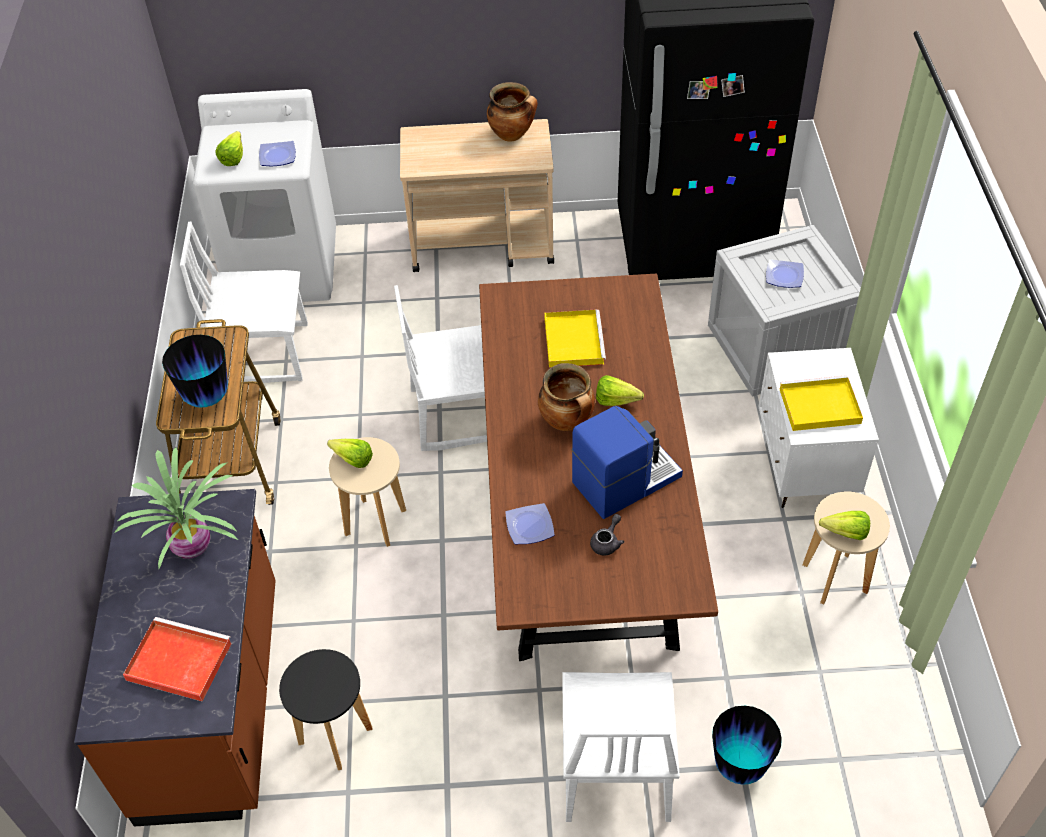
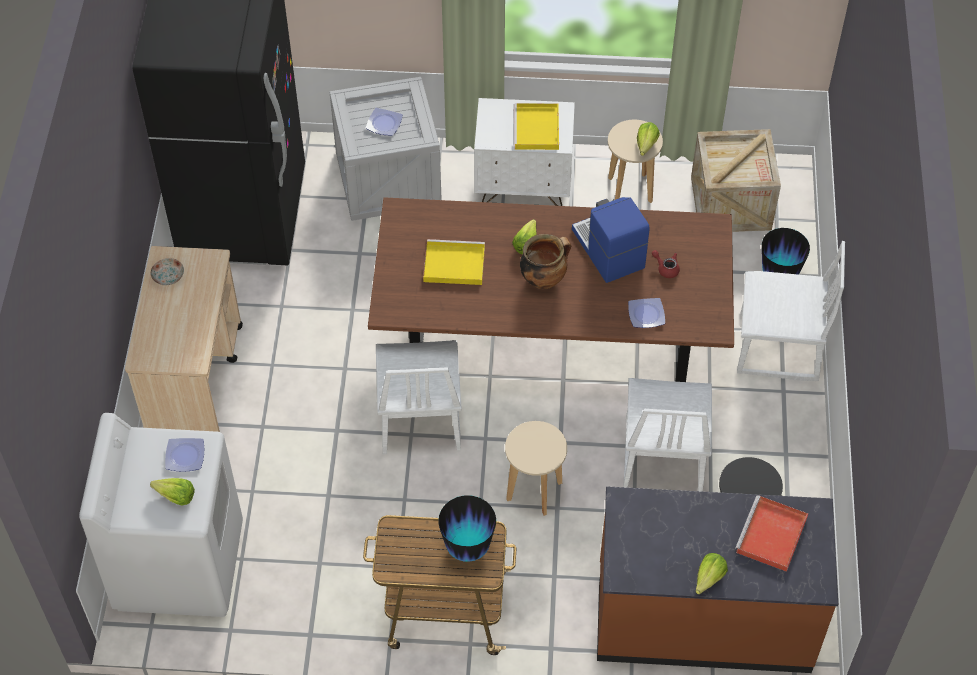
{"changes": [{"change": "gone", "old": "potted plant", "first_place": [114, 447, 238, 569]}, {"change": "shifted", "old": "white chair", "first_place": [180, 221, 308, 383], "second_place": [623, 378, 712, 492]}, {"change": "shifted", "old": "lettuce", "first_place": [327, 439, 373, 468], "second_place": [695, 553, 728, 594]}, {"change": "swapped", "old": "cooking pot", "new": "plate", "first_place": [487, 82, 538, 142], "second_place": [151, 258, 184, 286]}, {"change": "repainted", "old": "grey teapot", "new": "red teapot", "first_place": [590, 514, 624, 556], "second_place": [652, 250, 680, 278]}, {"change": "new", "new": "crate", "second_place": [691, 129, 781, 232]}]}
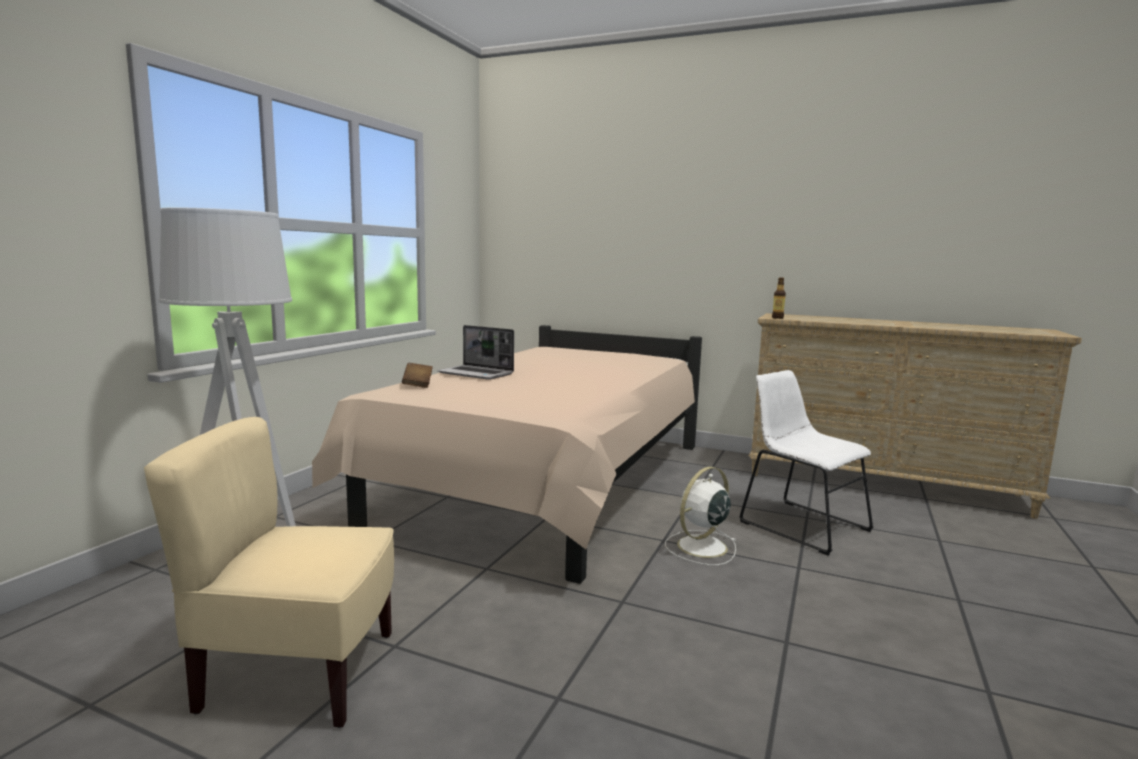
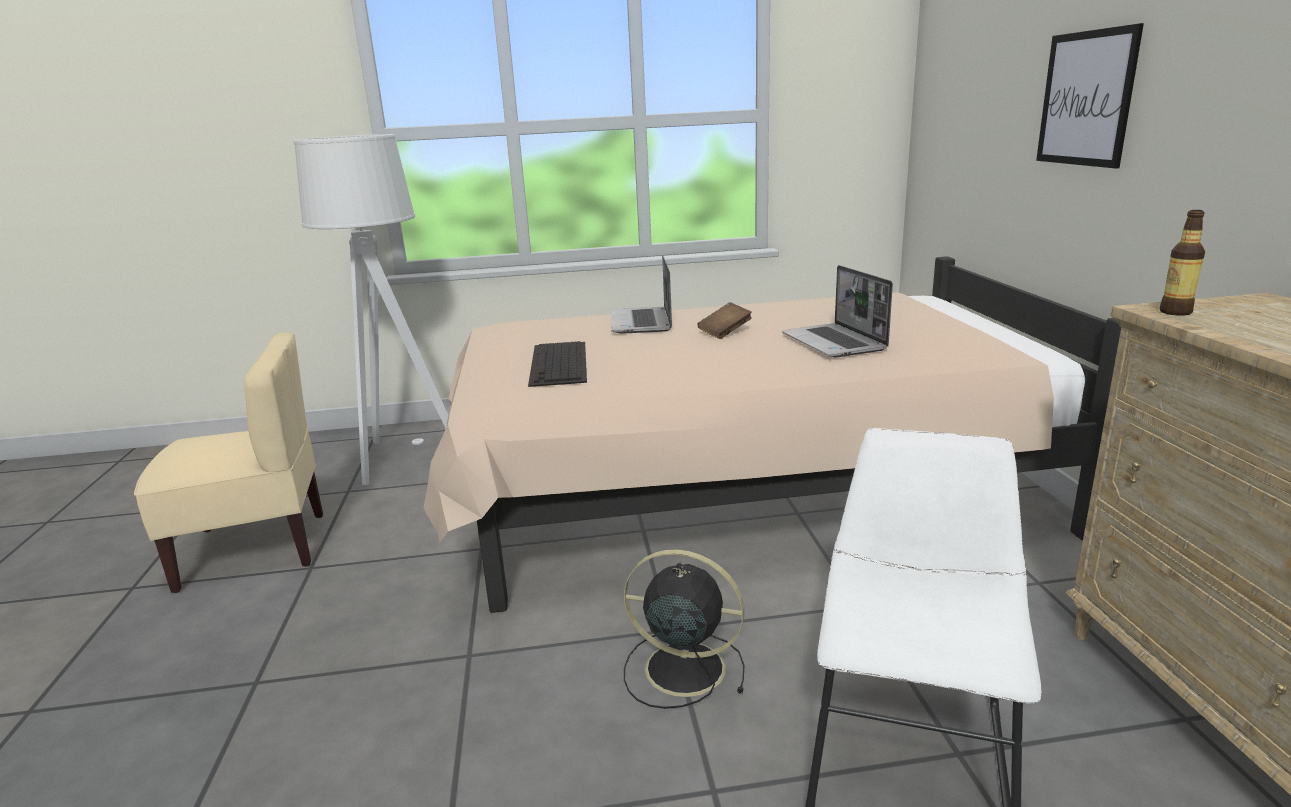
{"changes": [{"change": "rotated", "old": "beige chair", "first_place": [144, 417, 394, 728], "second_place": [134, 332, 323, 593], "degrees": 105}, {"change": "shifted", "old": "brown book", "first_place": [402, 363, 433, 388], "second_place": [697, 302, 752, 339]}, {"change": "repainted", "old": "white fan", "new": "black fan", "first_place": [665, 467, 736, 565], "second_place": [624, 549, 744, 709]}, {"change": "new", "new": "keyboard", "second_place": [528, 341, 587, 387]}, {"change": "new", "new": "laptop", "second_place": [782, 265, 893, 358]}, {"change": "new", "new": "picture", "second_place": [1036, 23, 1144, 169]}]}
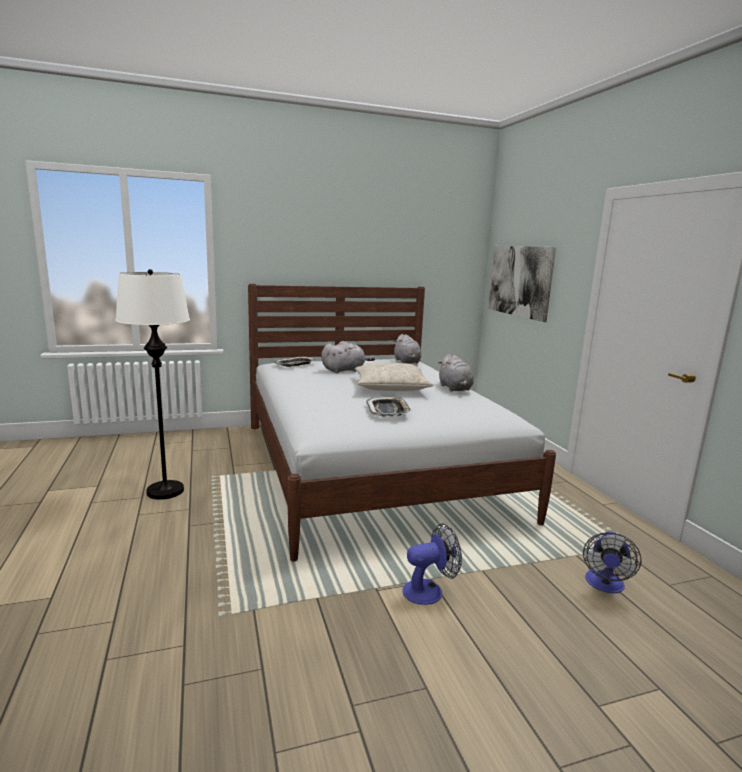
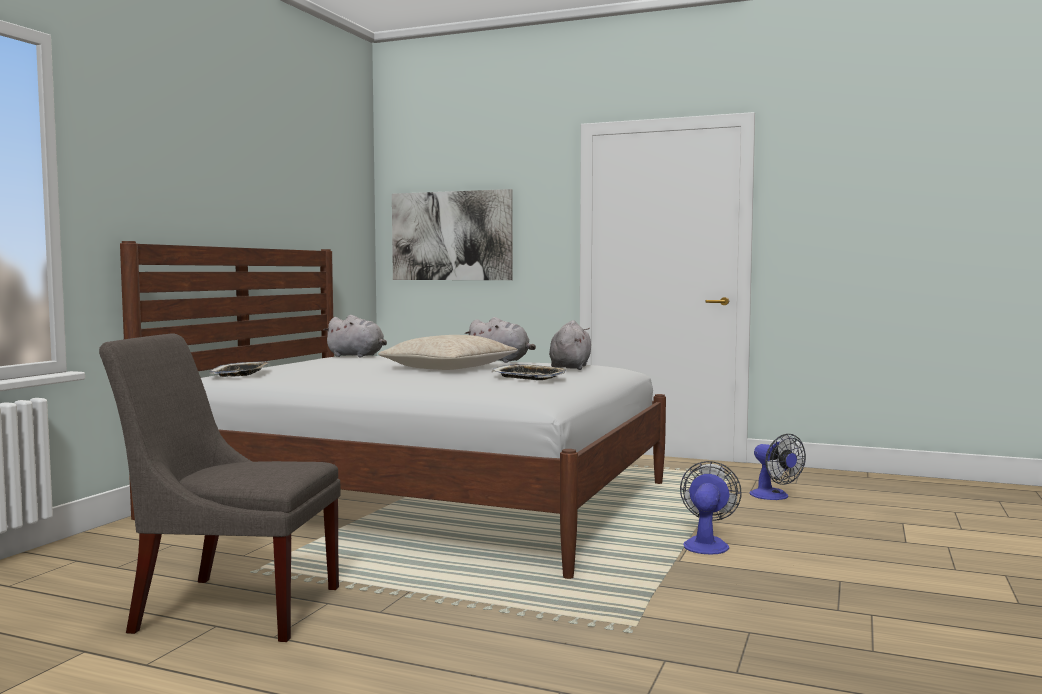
{"changes": [{"change": "swapped", "old": "white floor lamp", "new": "grey chair", "first_place": [115, 269, 190, 499], "second_place": [99, 333, 341, 642]}, {"change": "shifted", "old": "grey plush toy", "first_place": [321, 341, 375, 373], "second_place": [549, 320, 591, 370]}]}
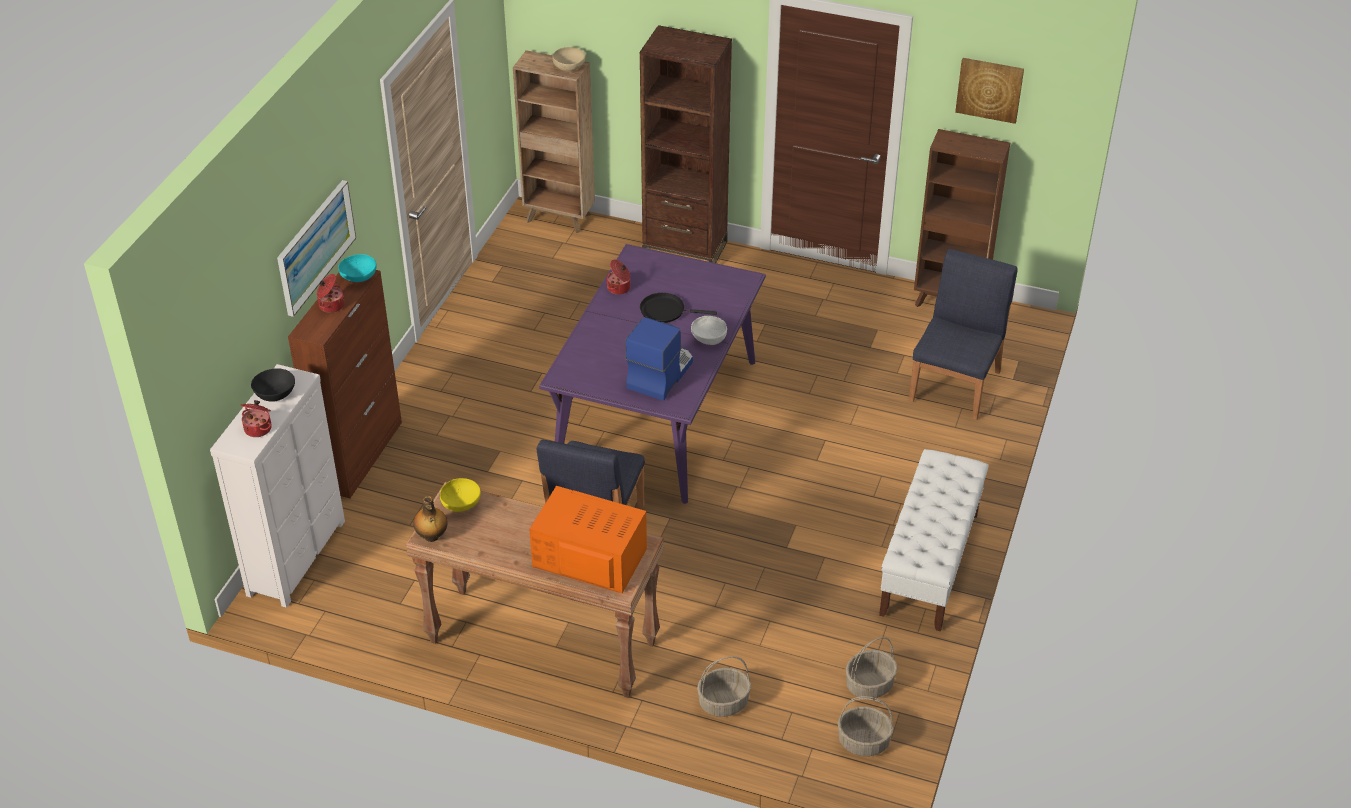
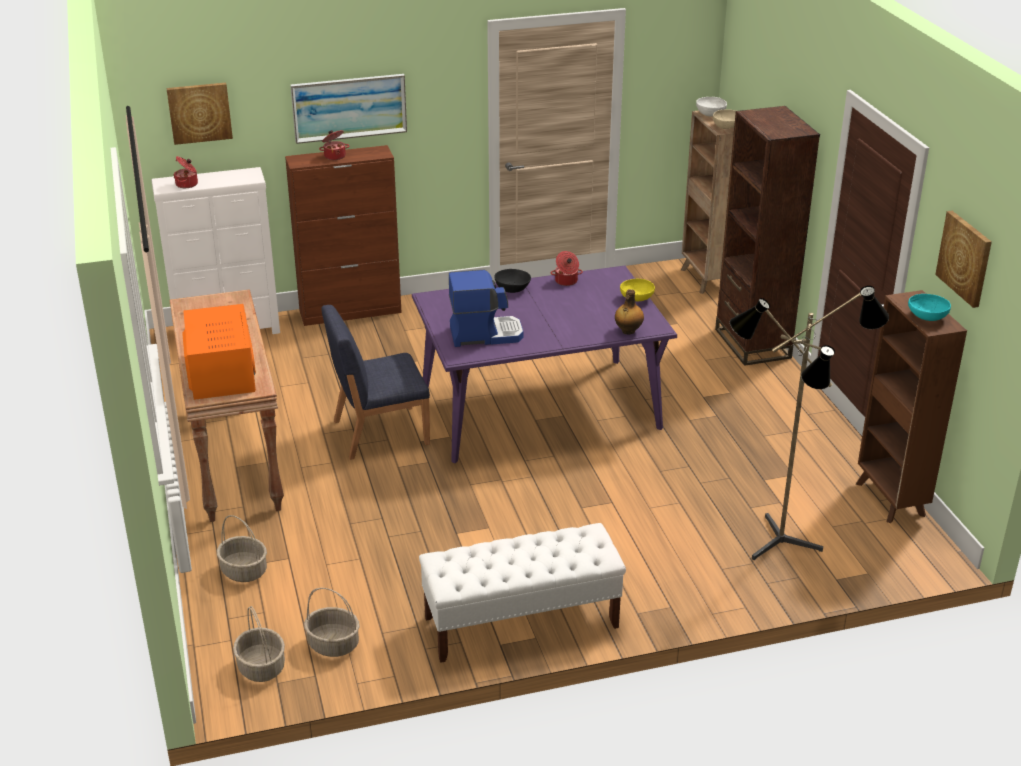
{"changes": [{"change": "shifted", "old": "black bowl", "first_place": [251, 368, 295, 402], "second_place": [494, 269, 531, 293]}, {"change": "shifted", "old": "turquoise bowl", "first_place": [338, 254, 377, 282], "second_place": [908, 294, 951, 321]}, {"change": "shifted", "old": "bottle", "first_place": [413, 496, 448, 542], "second_place": [615, 289, 644, 335]}, {"change": "shifted", "old": "yellow bowl", "first_place": [440, 478, 481, 512], "second_place": [620, 279, 655, 301]}, {"change": "gone", "old": "black frying pan", "first_place": [640, 293, 717, 323]}, {"change": "shifted", "old": "white bowl", "first_place": [691, 316, 727, 345], "second_place": [696, 97, 727, 117]}, {"change": "swapped", "old": "blue chair", "new": "floor lamp", "first_place": [909, 249, 1018, 420], "second_place": [730, 286, 889, 560]}, {"change": "new", "new": "picture", "second_place": [166, 83, 233, 145]}]}
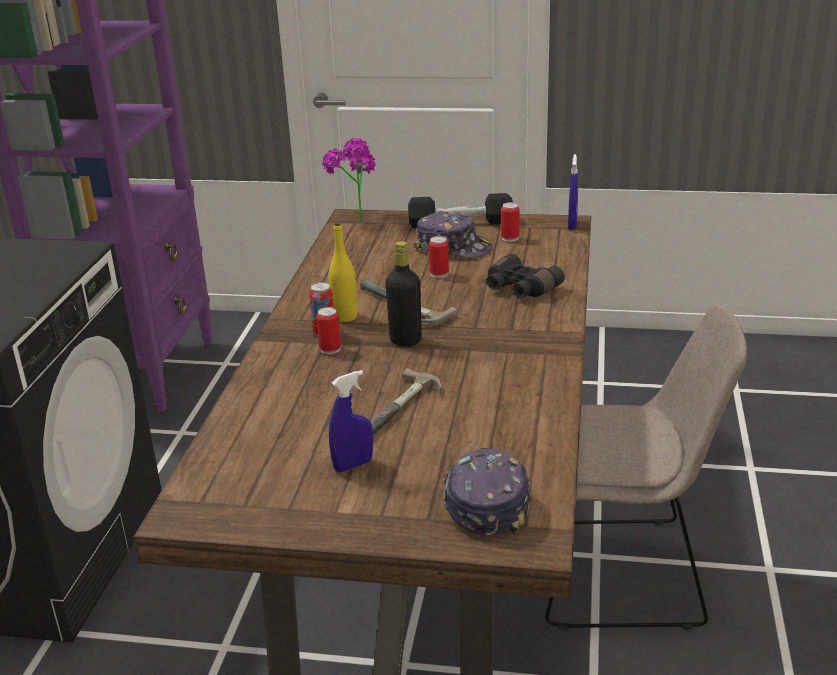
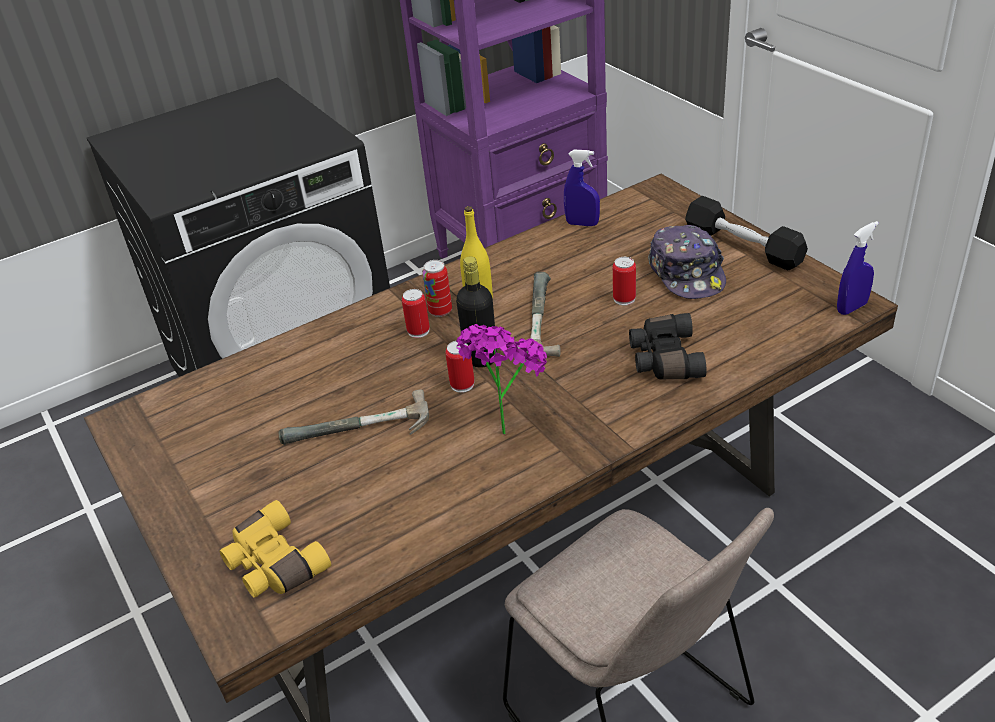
{"changes": [{"change": "shifted", "old": "potted plant", "first_place": [322, 138, 376, 221], "second_place": [456, 324, 547, 435]}, {"change": "shifted", "old": "blue spray bottle", "first_place": [329, 370, 373, 472], "second_place": [564, 150, 600, 226]}, {"change": "swapped", "old": "cap", "new": "yellow binoculars", "first_place": [443, 448, 530, 536], "second_place": [220, 500, 331, 598]}, {"change": "shifted", "old": "can", "first_place": [501, 202, 519, 242], "second_place": [445, 341, 475, 393]}]}
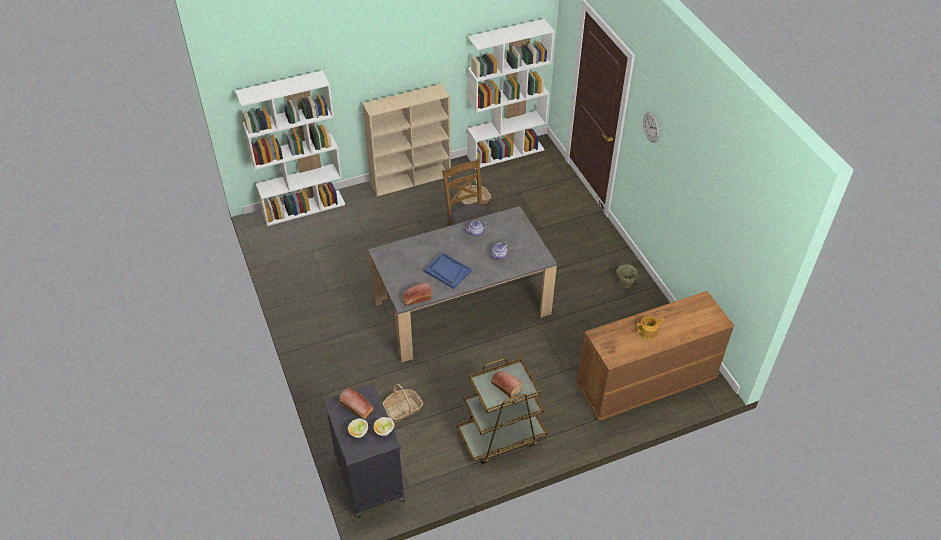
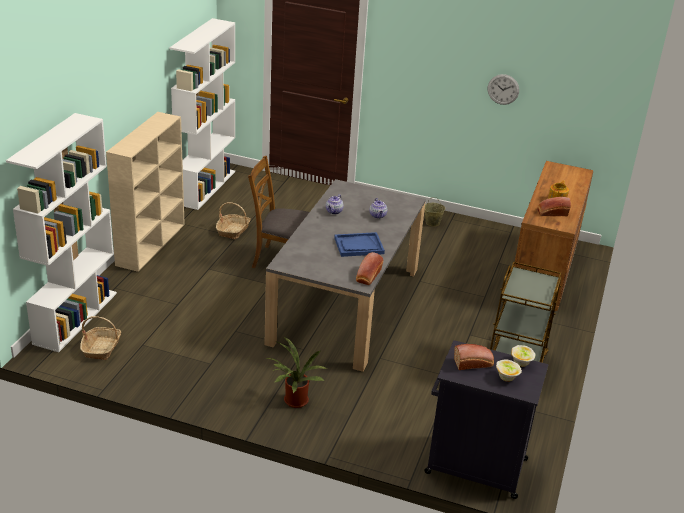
{"changes": [{"change": "shifted", "old": "basket", "first_place": [383, 384, 423, 423], "second_place": [80, 316, 121, 360]}, {"change": "shifted", "old": "bread", "first_place": [491, 371, 523, 398], "second_place": [537, 197, 571, 216]}, {"change": "shifted", "old": "wall clock", "first_place": [643, 112, 660, 143], "second_place": [488, 74, 519, 105]}, {"change": "new", "new": "potted plant", "second_place": [266, 336, 327, 408]}]}
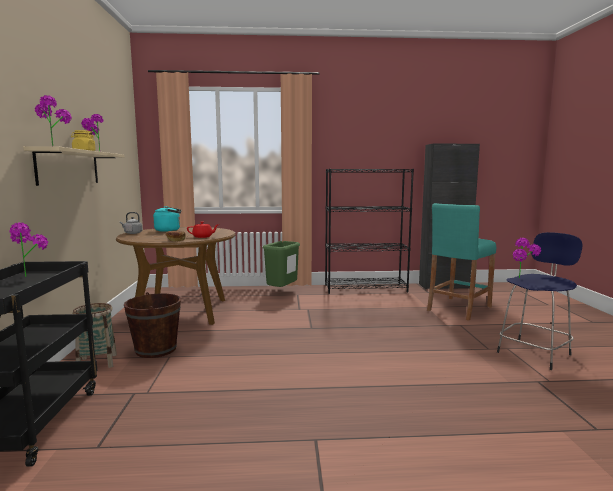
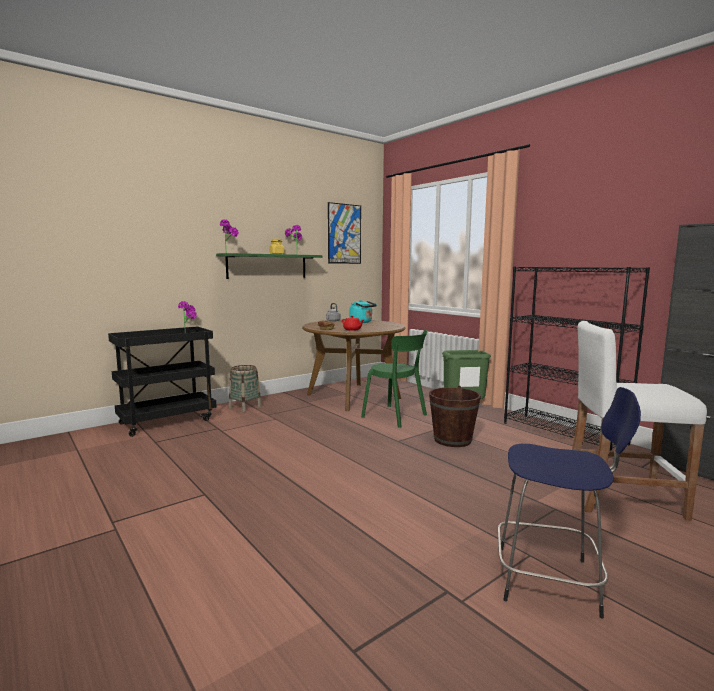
{"changes": [{"change": "repainted", "old": "beige shelf", "new": "green shelf", "first_place": [23, 146, 124, 186], "second_place": [216, 253, 323, 279]}, {"change": "shifted", "old": "brown bucket", "first_place": [124, 292, 181, 358], "second_place": [429, 386, 481, 447]}, {"change": "repainted", "old": "turquoise stool", "new": "white stool", "first_place": [427, 203, 496, 321], "second_place": [572, 321, 707, 521]}, {"change": "gone", "old": "potted plant", "first_place": [513, 238, 541, 278]}, {"change": "new", "new": "picture", "second_place": [328, 202, 361, 264]}, {"change": "new", "new": "green chair", "second_place": [361, 330, 428, 428]}]}
